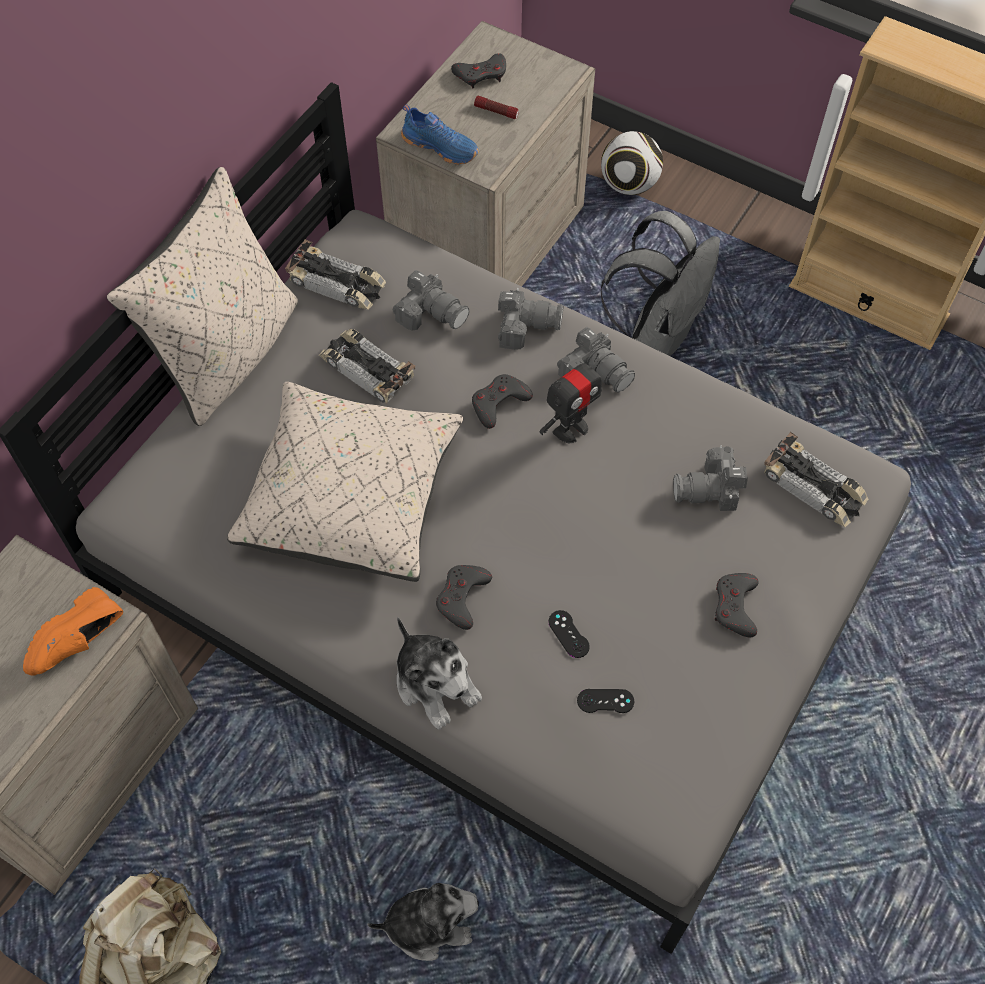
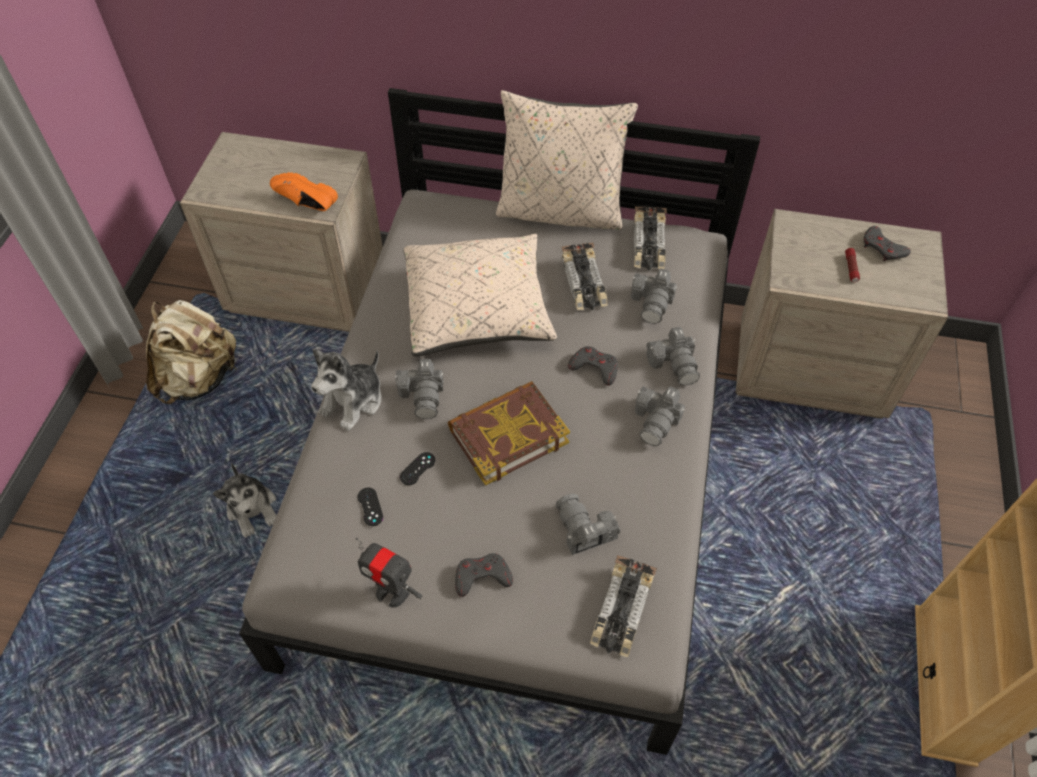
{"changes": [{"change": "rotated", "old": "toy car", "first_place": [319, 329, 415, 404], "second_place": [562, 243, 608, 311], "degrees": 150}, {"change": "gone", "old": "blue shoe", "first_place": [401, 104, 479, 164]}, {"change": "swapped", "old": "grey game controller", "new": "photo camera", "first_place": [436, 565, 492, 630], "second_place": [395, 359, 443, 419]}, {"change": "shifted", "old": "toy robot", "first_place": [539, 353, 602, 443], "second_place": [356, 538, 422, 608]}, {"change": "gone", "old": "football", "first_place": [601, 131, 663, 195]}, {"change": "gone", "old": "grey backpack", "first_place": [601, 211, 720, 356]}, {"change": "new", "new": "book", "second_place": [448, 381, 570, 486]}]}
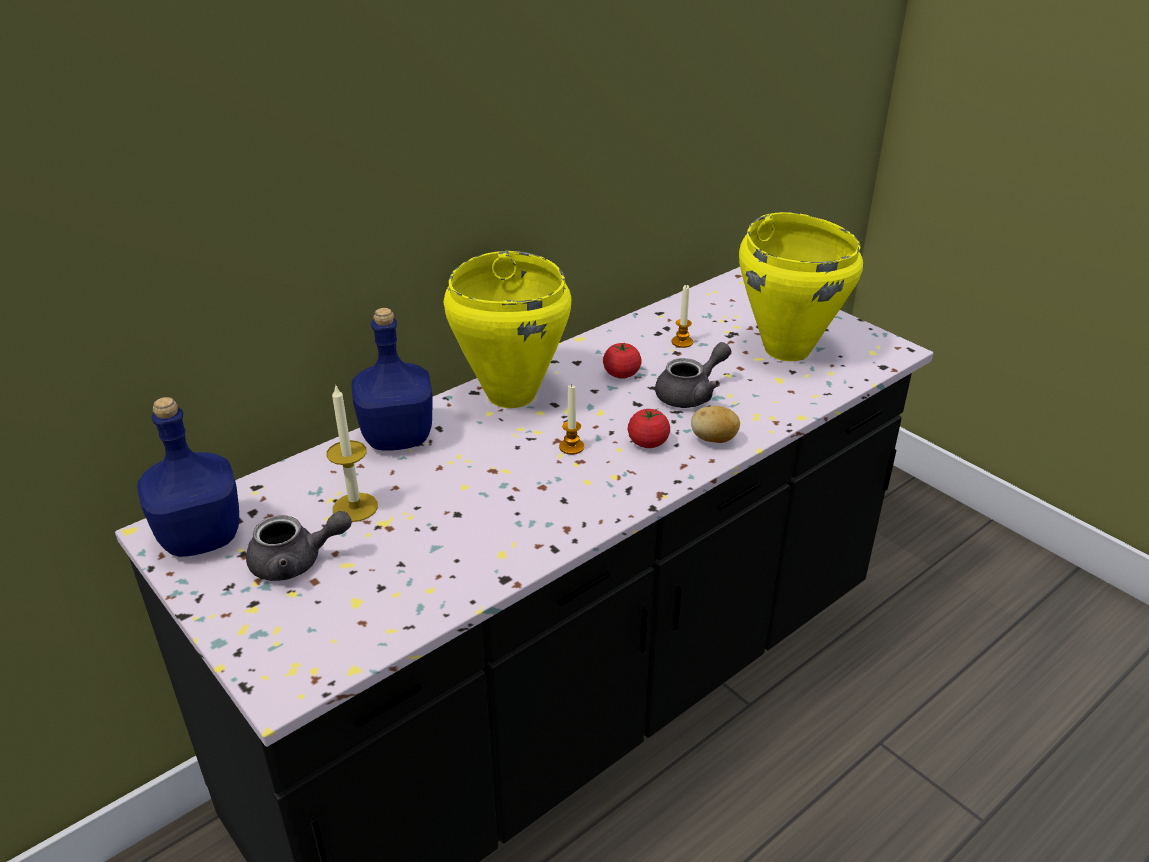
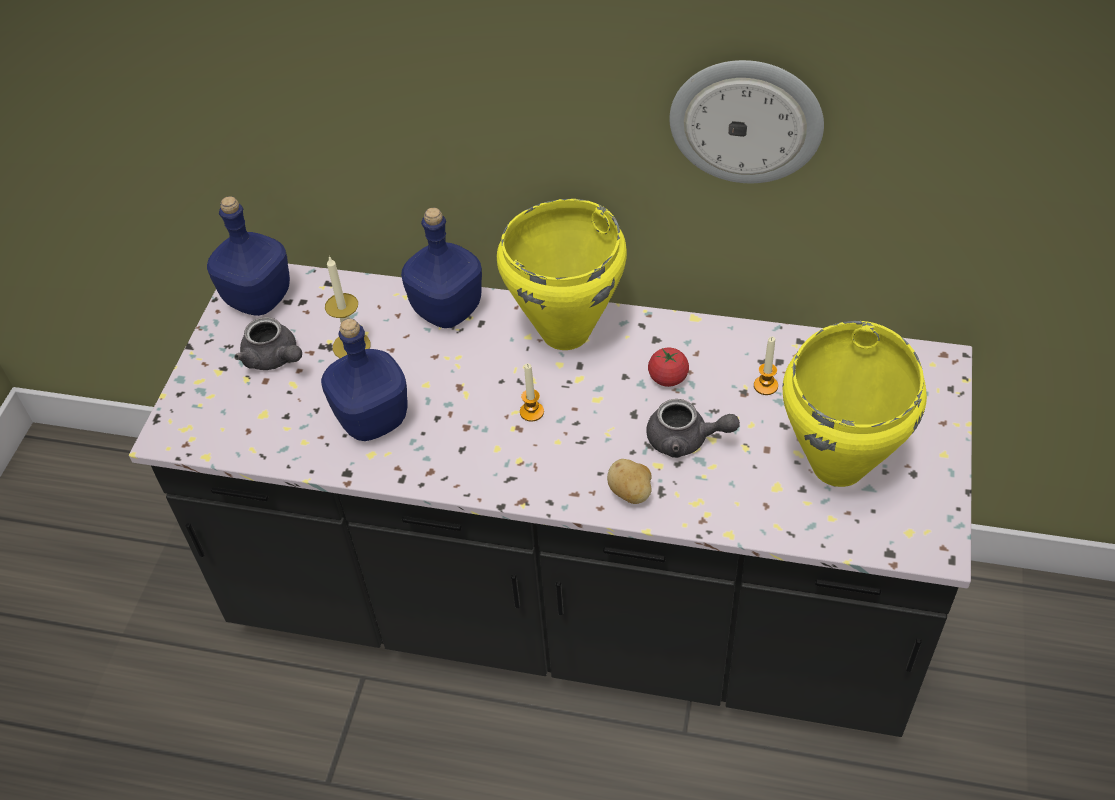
{"changes": [{"change": "gone", "old": "tomato", "first_place": [628, 409, 670, 448]}, {"change": "new", "new": "blue bottle", "second_place": [321, 318, 408, 441]}, {"change": "new", "new": "wall clock", "second_place": [670, 60, 824, 183]}]}
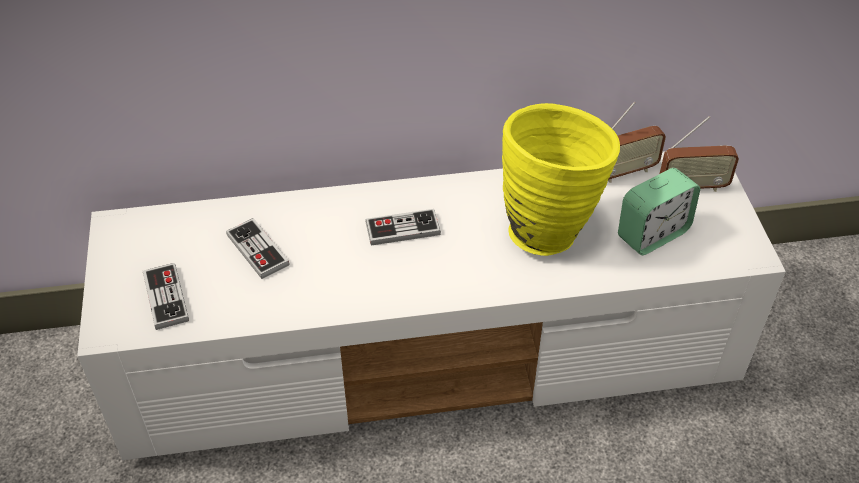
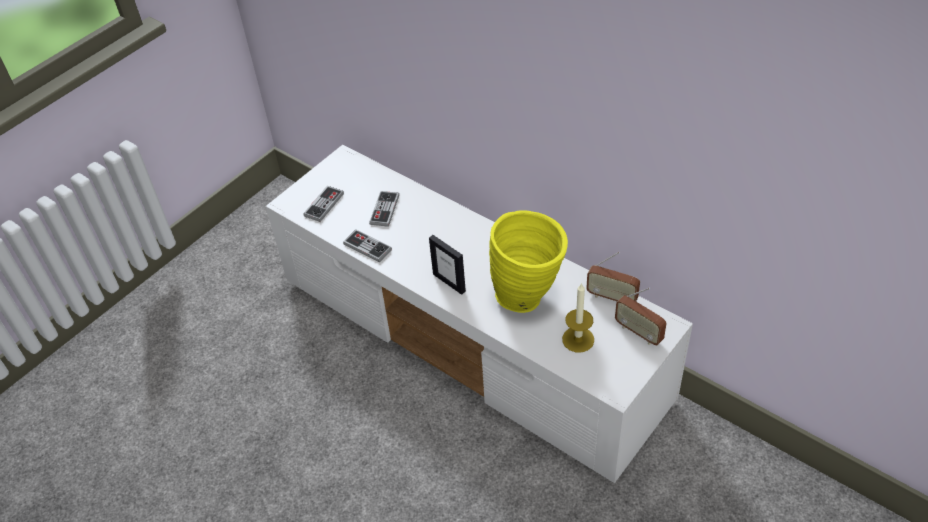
{"changes": [{"change": "shifted", "old": "game controller", "first_place": [365, 209, 441, 246], "second_place": [343, 230, 392, 262]}, {"change": "swapped", "old": "alarm clock", "new": "candle", "first_place": [618, 168, 700, 255], "second_place": [562, 283, 594, 352]}, {"change": "new", "new": "picture frame", "second_place": [429, 235, 466, 295]}]}
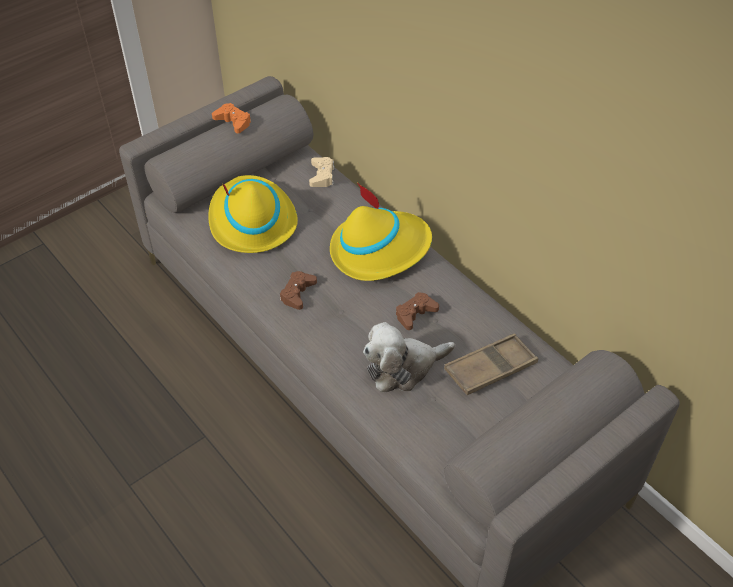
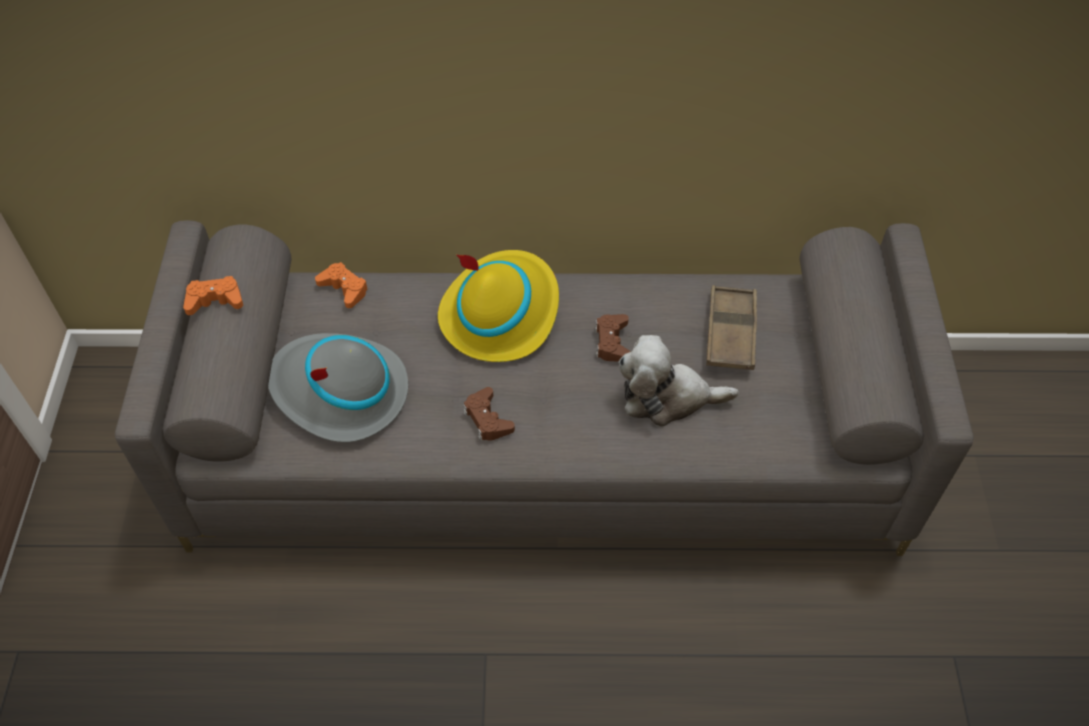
{"changes": [{"change": "repainted", "old": "yellow hat", "new": "grey hat", "first_place": [208, 175, 298, 253], "second_place": [268, 333, 408, 442]}, {"change": "repainted", "old": "beige game controller", "new": "orange game controller", "first_place": [309, 157, 335, 187], "second_place": [315, 262, 368, 308]}, {"change": "rotated", "old": "plush toy", "first_place": [363, 322, 455, 392], "second_place": [619, 335, 739, 427], "degrees": 75}]}
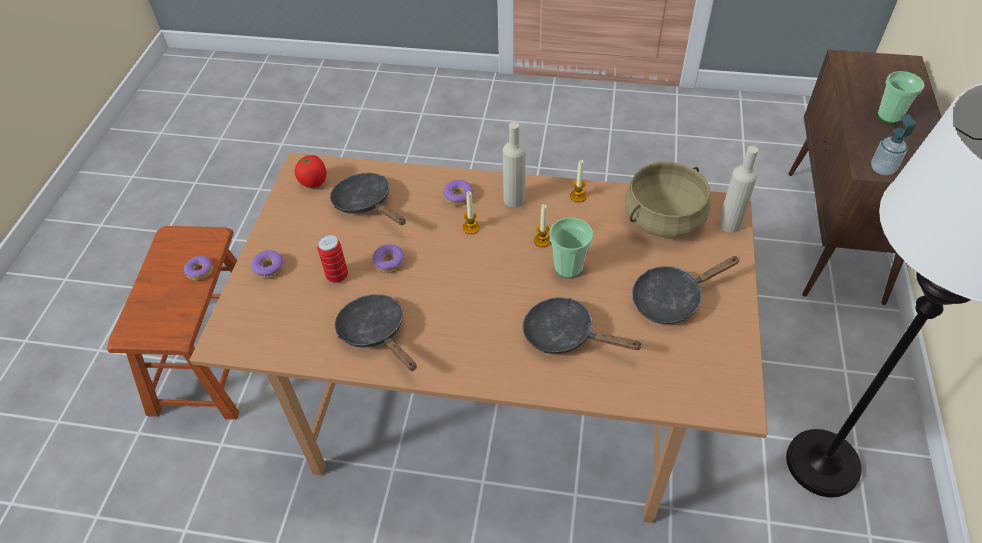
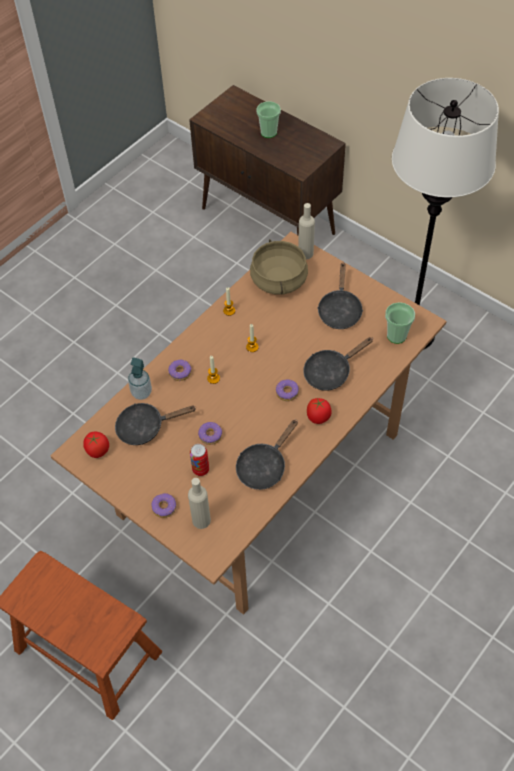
{"changes": [{"change": "shifted", "old": "donut", "first_place": [184, 255, 213, 281], "second_place": [276, 379, 299, 401]}, {"change": "rotated", "old": "black frying pan", "first_place": [335, 294, 417, 371], "second_place": [236, 419, 298, 490], "degrees": -45}, {"change": "shifted", "old": "beige bottle", "first_place": [503, 122, 526, 207], "second_place": [188, 478, 211, 529]}, {"change": "shifted", "old": "cup", "first_place": [550, 218, 593, 278], "second_place": [385, 302, 415, 344]}, {"change": "shifted", "old": "soap dispenser", "first_place": [871, 114, 916, 175], "second_place": [128, 357, 152, 400]}, {"change": "new", "new": "tomato", "second_place": [307, 398, 332, 424]}]}
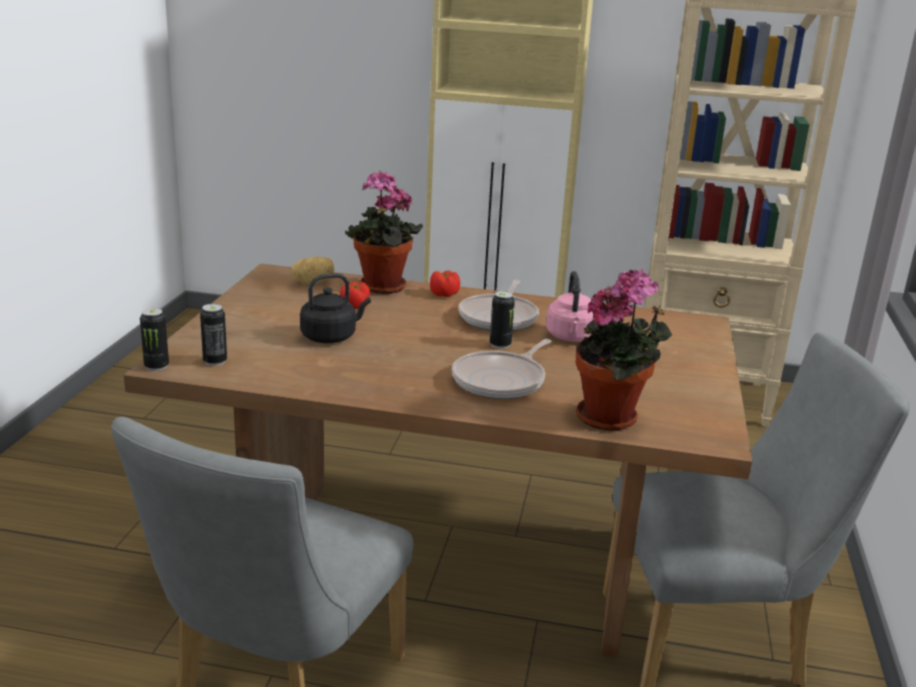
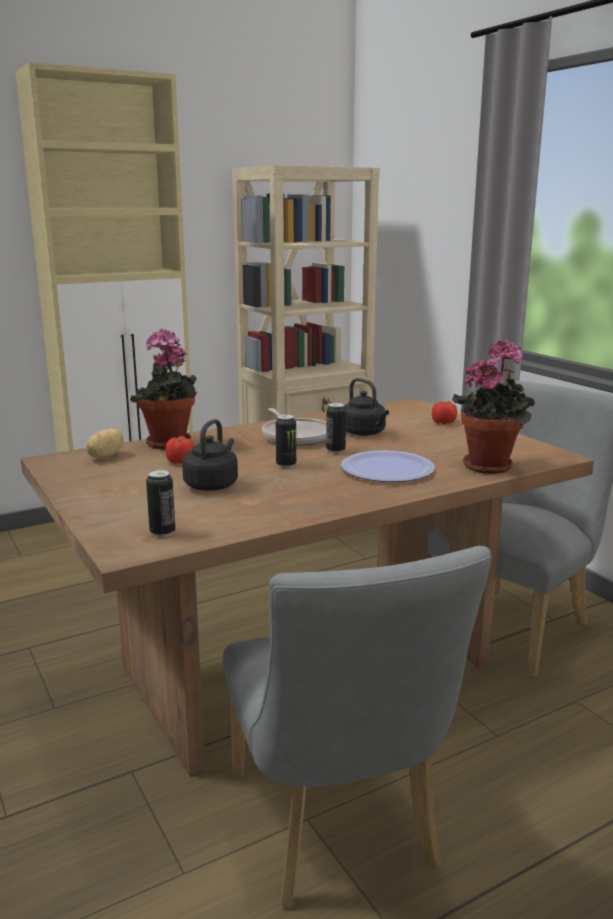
{"changes": [{"change": "shifted", "old": "can", "first_place": [140, 308, 169, 371], "second_place": [276, 414, 296, 468]}, {"change": "shifted", "old": "tomato", "first_place": [430, 271, 460, 297], "second_place": [432, 401, 457, 424]}, {"change": "swapped", "old": "frying pan", "new": "plate", "first_place": [452, 339, 551, 399], "second_place": [341, 450, 435, 482]}, {"change": "repainted", "old": "pink kettle", "new": "black kettle", "first_place": [546, 271, 594, 342], "second_place": [344, 378, 389, 436]}]}
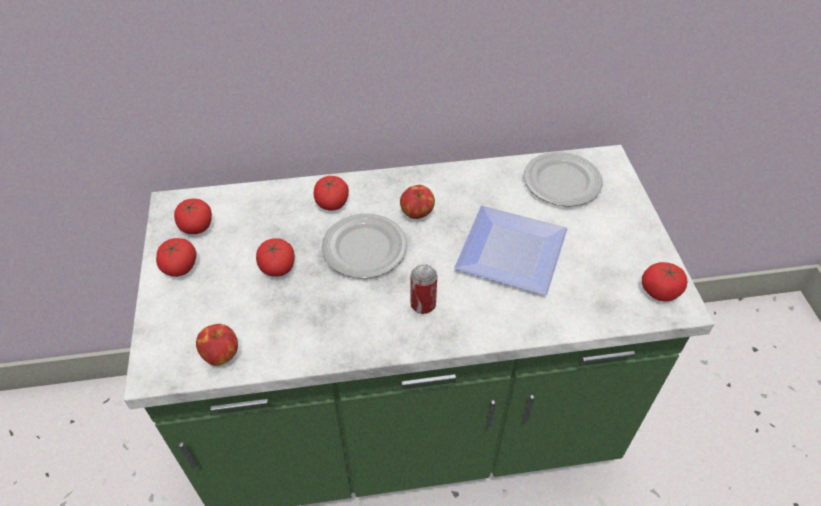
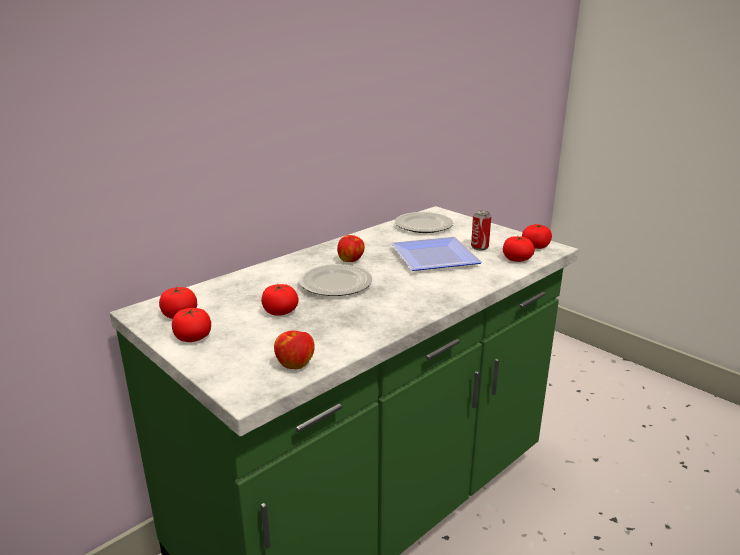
{"changes": [{"change": "shifted", "old": "tomato", "first_place": [314, 176, 349, 211], "second_place": [503, 236, 535, 262]}, {"change": "shifted", "old": "can", "first_place": [411, 264, 437, 314], "second_place": [471, 210, 491, 250]}]}
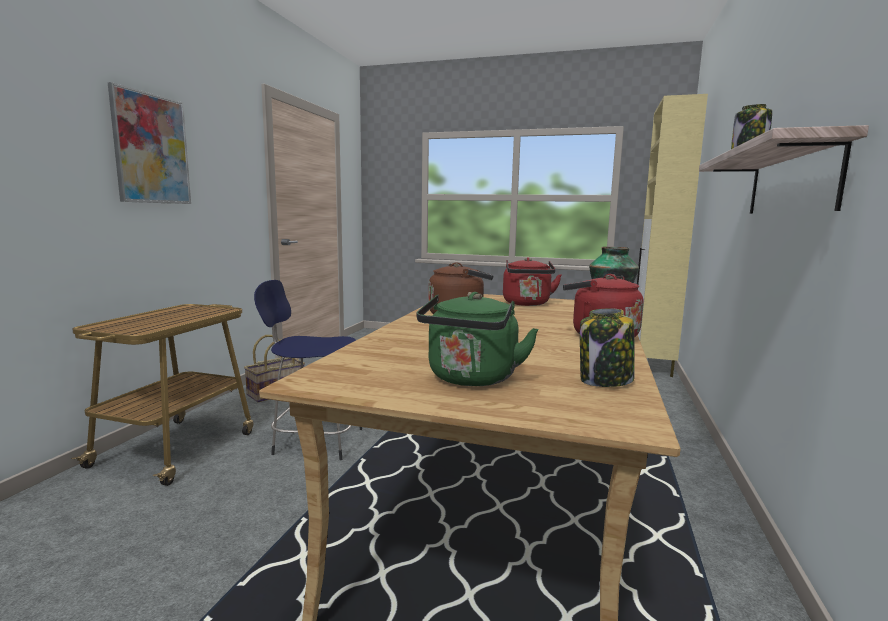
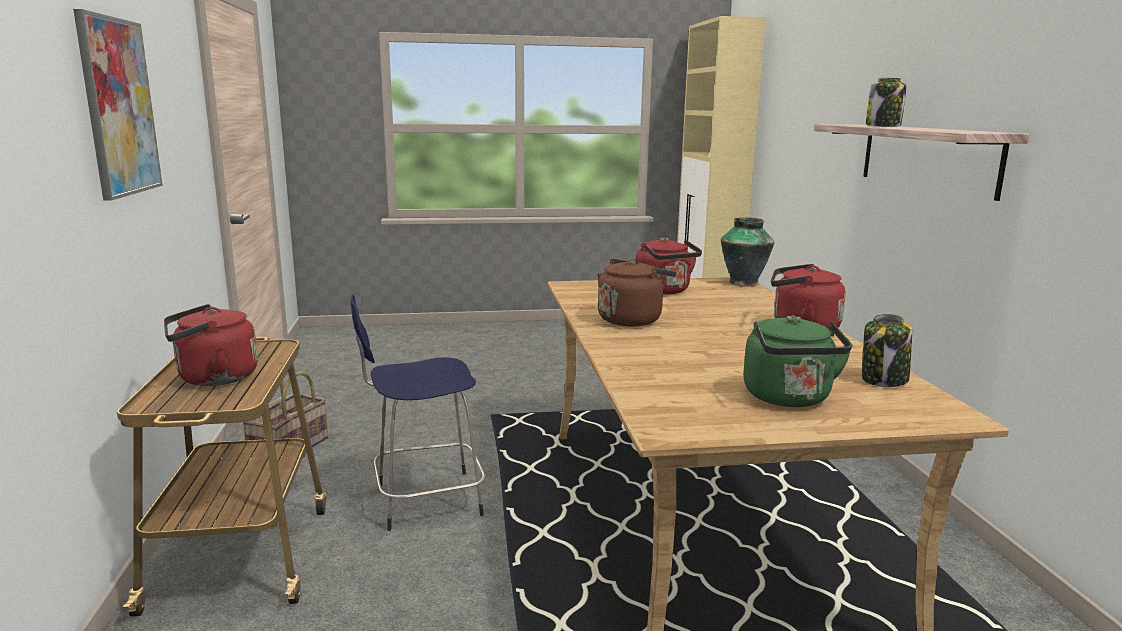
{"changes": [{"change": "new", "new": "red kettle", "second_place": [164, 304, 258, 386]}]}
